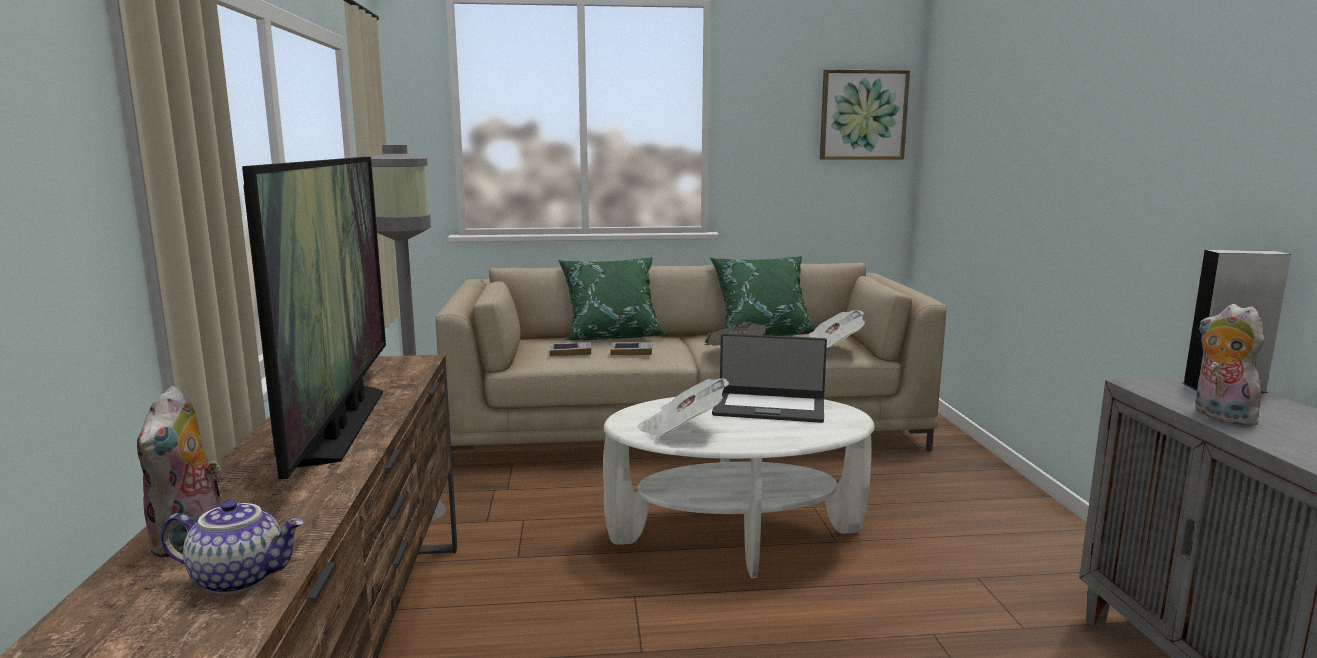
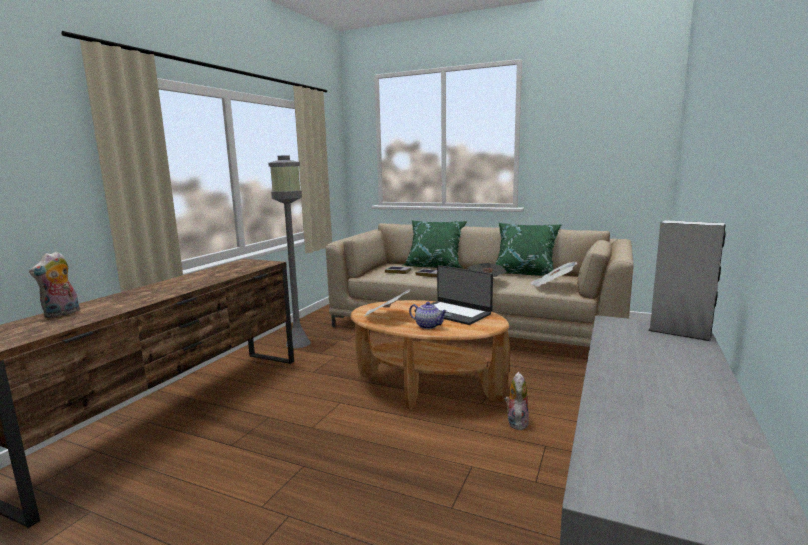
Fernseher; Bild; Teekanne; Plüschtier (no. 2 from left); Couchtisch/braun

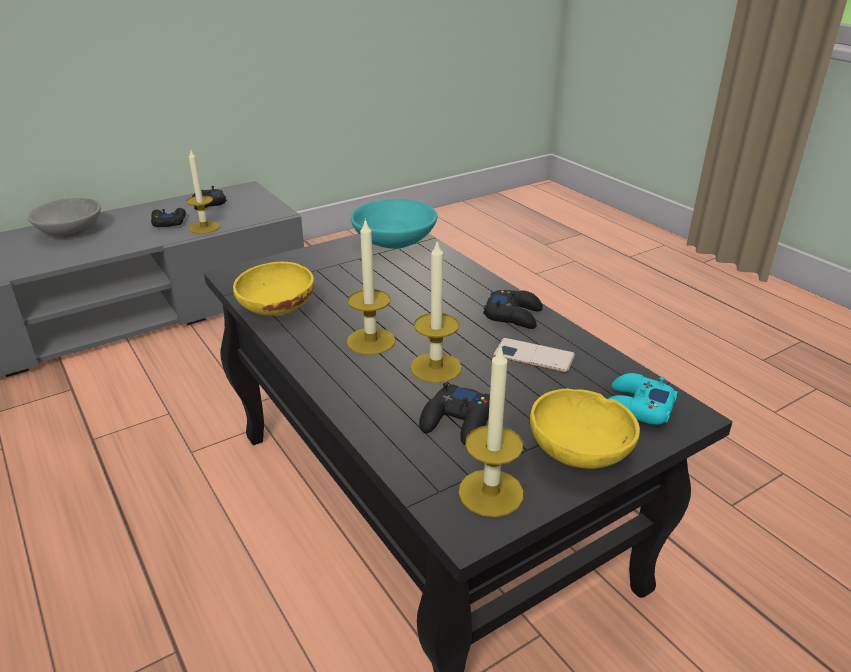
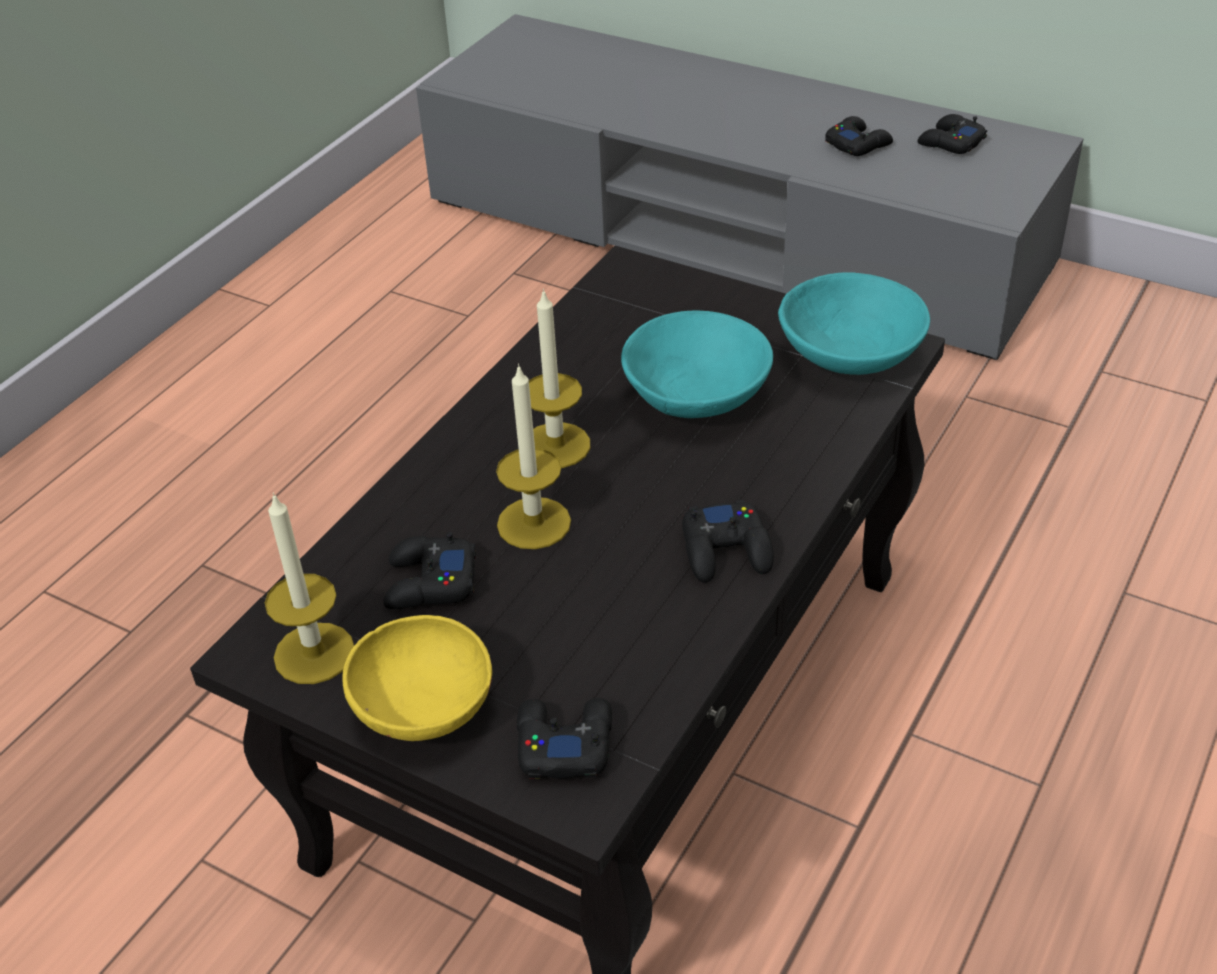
Schüssel/grau; Kerze (no. 1 from left in the first image); Schüssel/gelb (no. 1 from left in the first image); Handy; Schüssel/türkis (no. 1 from left); Gamepad/schwarz (no. 2 from left)

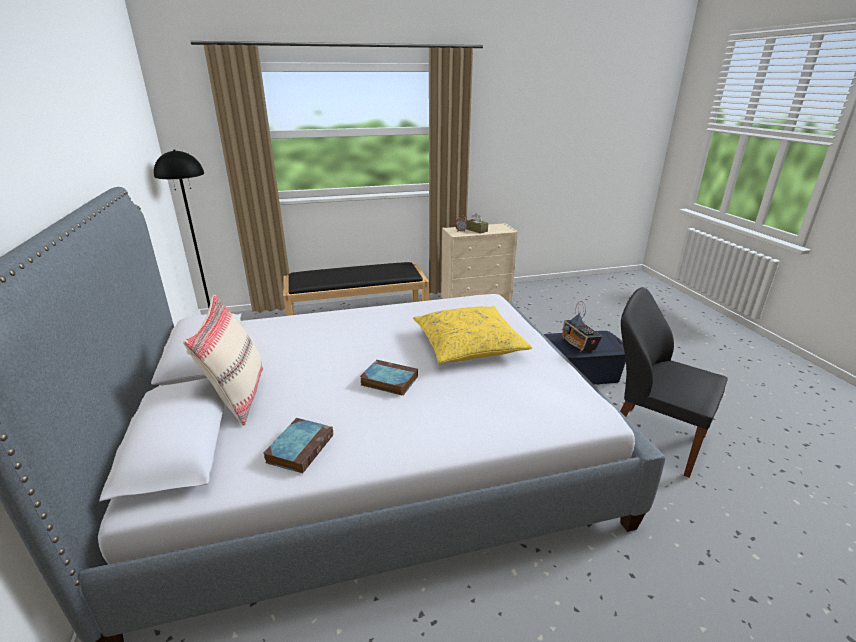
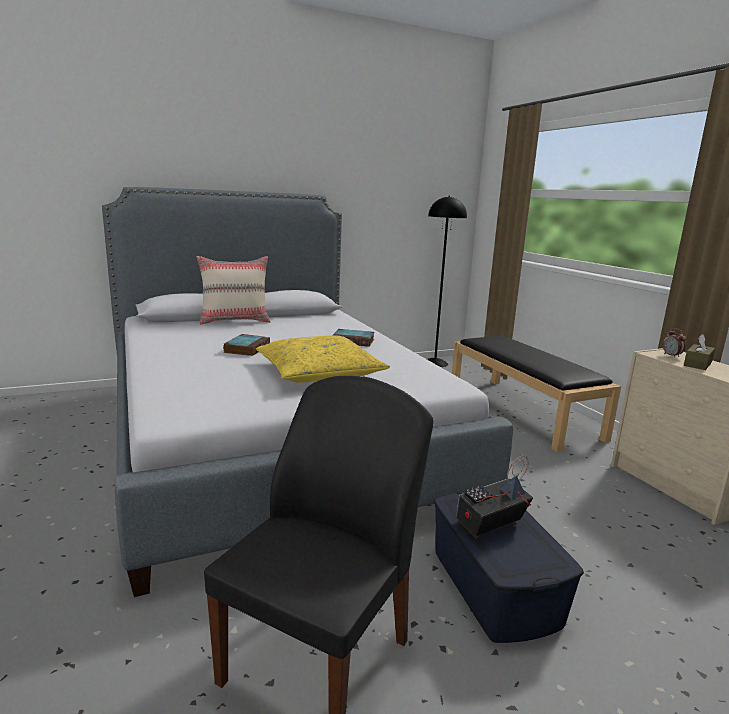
Buch (no. 2 from left)

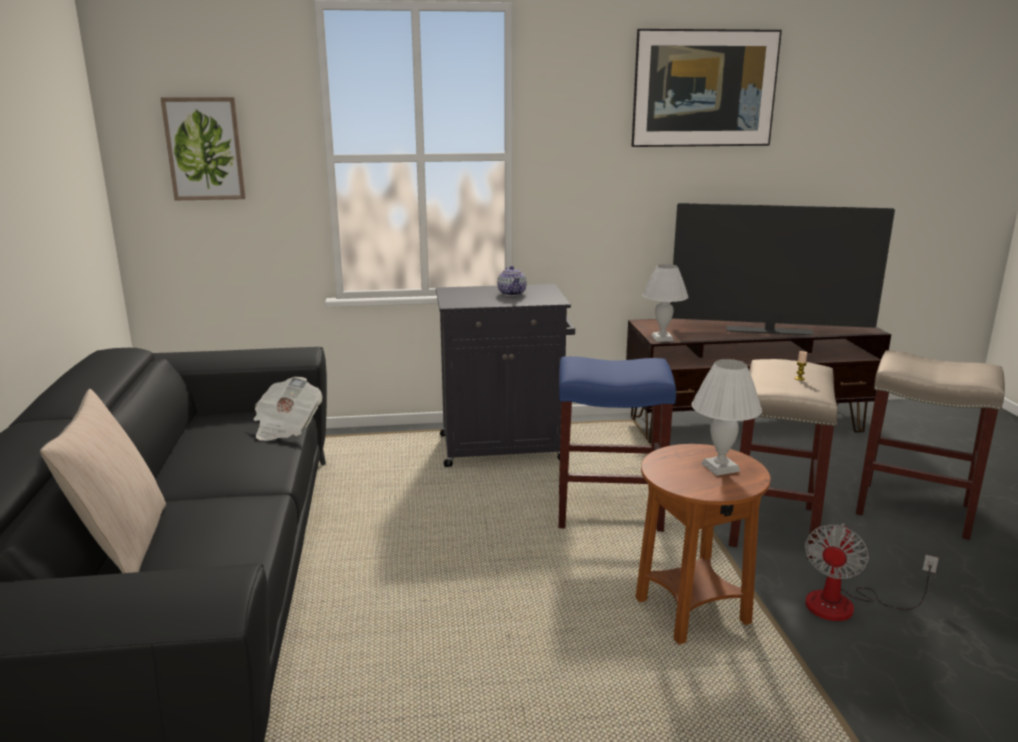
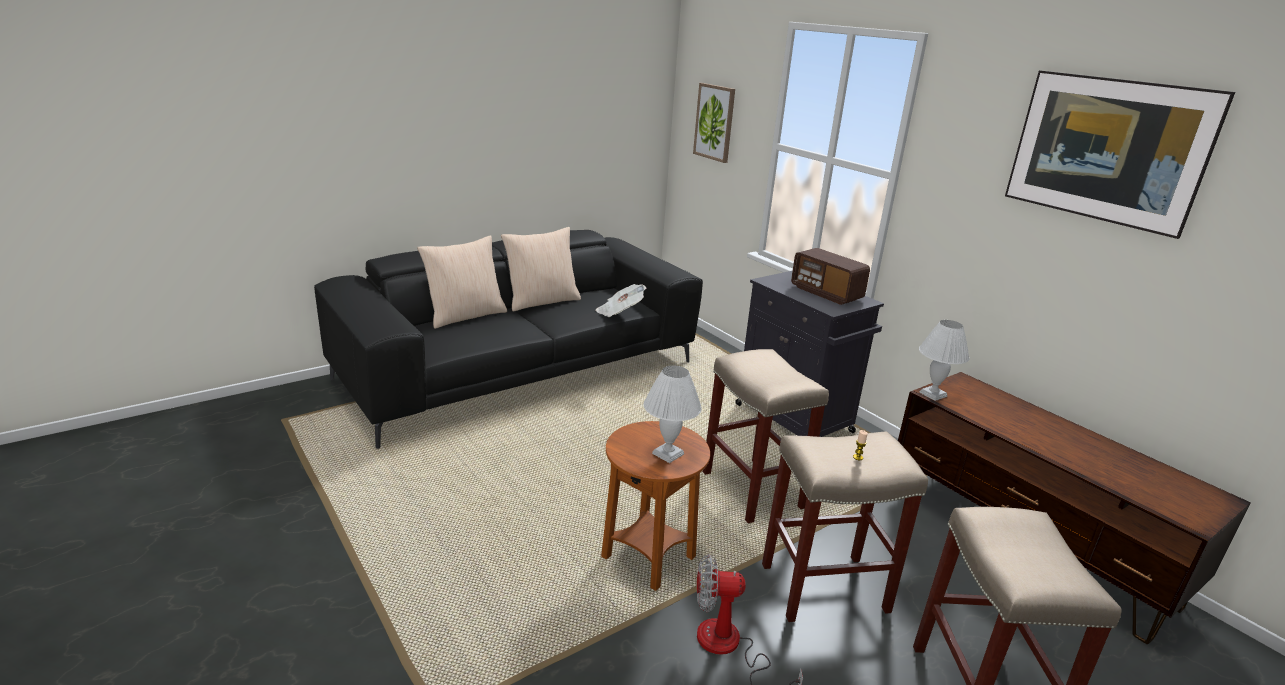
Fernseher; Kissen/beige (no. 2 from left); Radio; Hocker/beige (no. 1 from left)

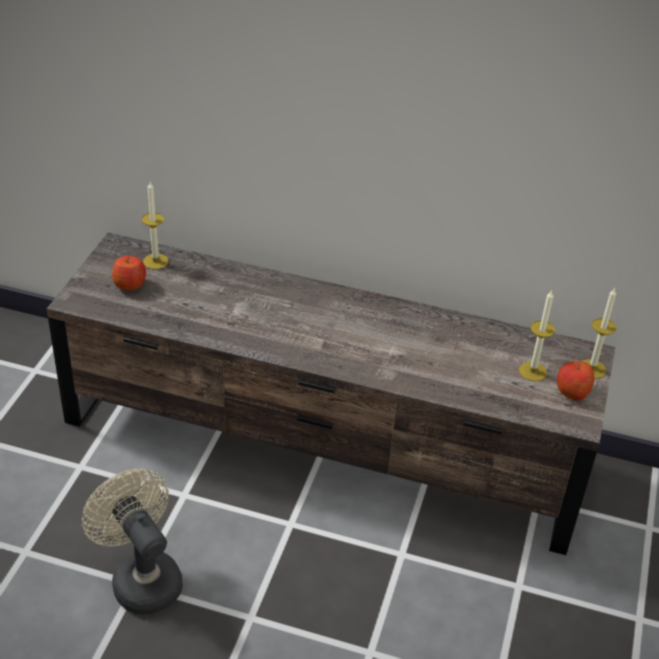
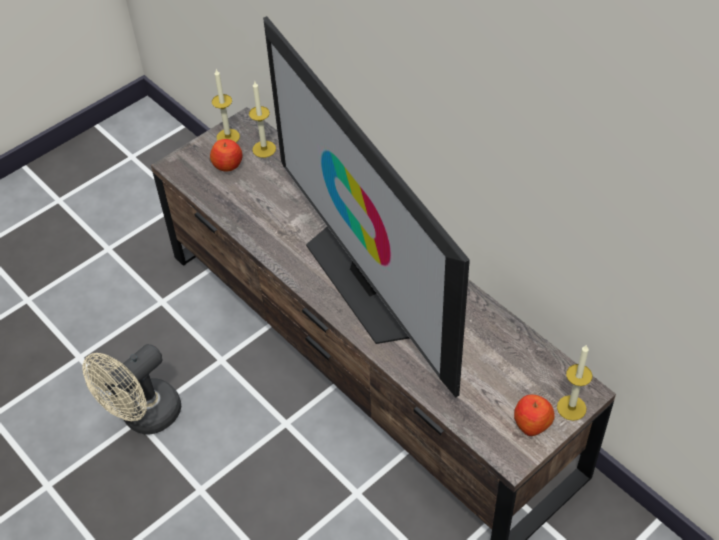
Fernseher; Kerze (no. 1 from left); Ventilator/beige

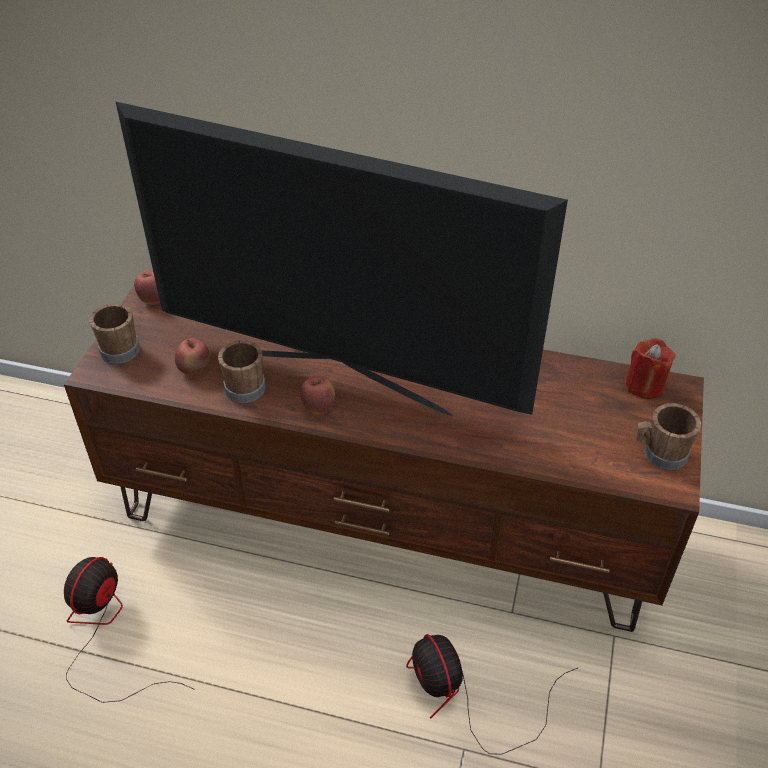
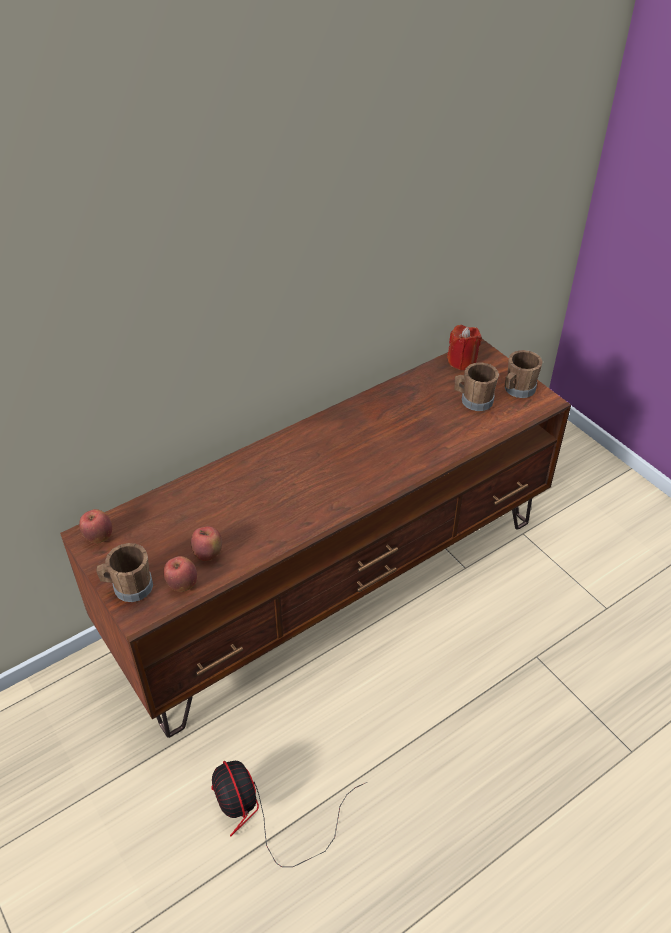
Fernseher; Ventilator (no. 2 from left in the first image); Henkelbecher/braun (no. 2 from left); Apfel (no. 2 from left)

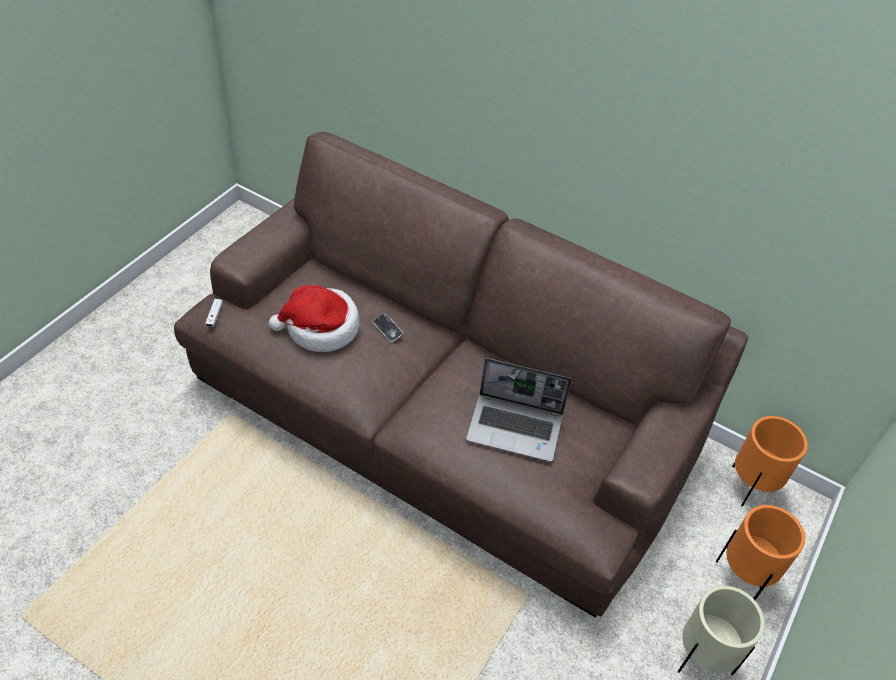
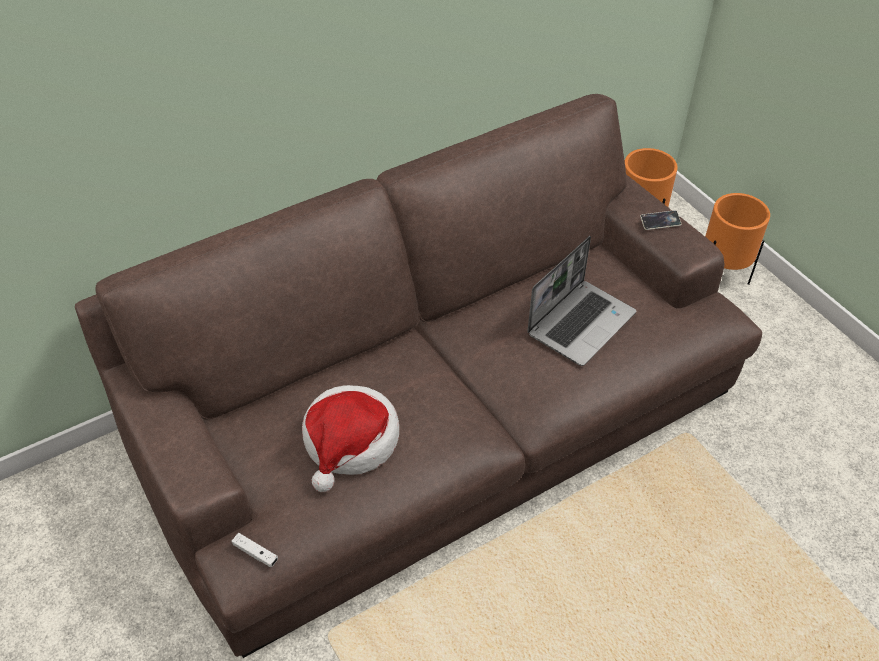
Pflanzkübel/beige; Handy

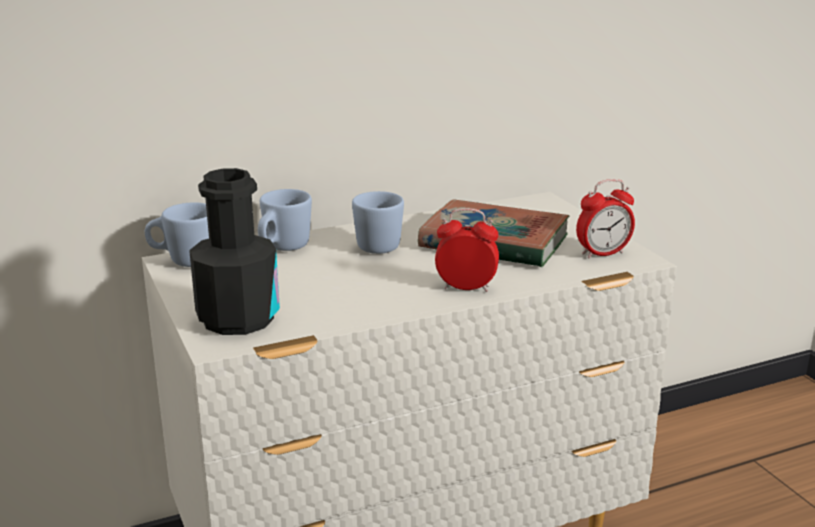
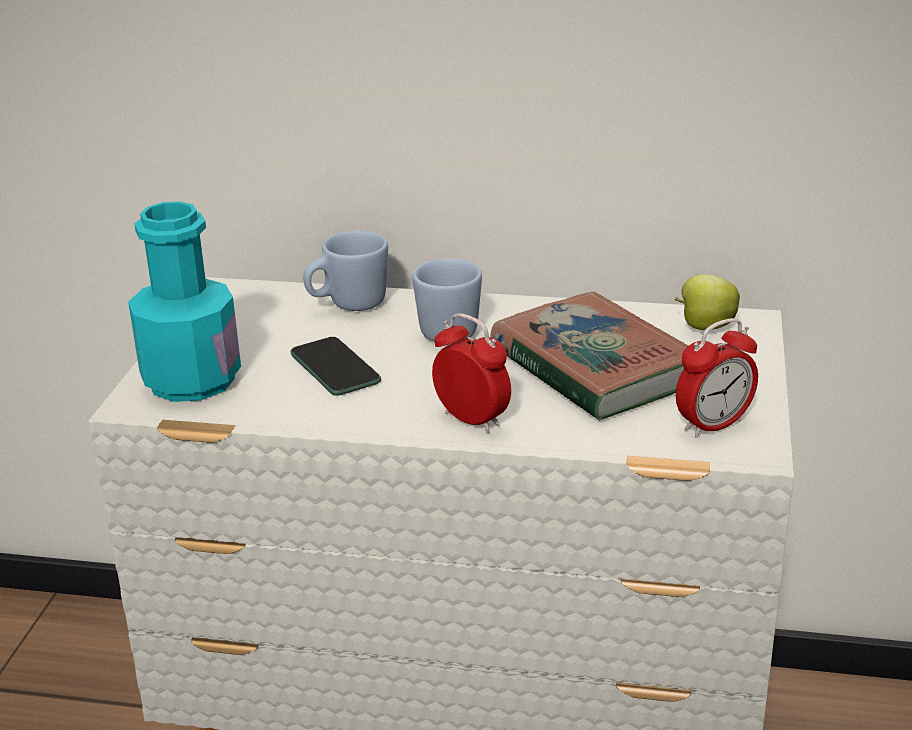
Henkelbecher/blau (no. 1 from left in the first image); Handy; Apfel; Flasche/türkis; Wecker (no. 2 from left)

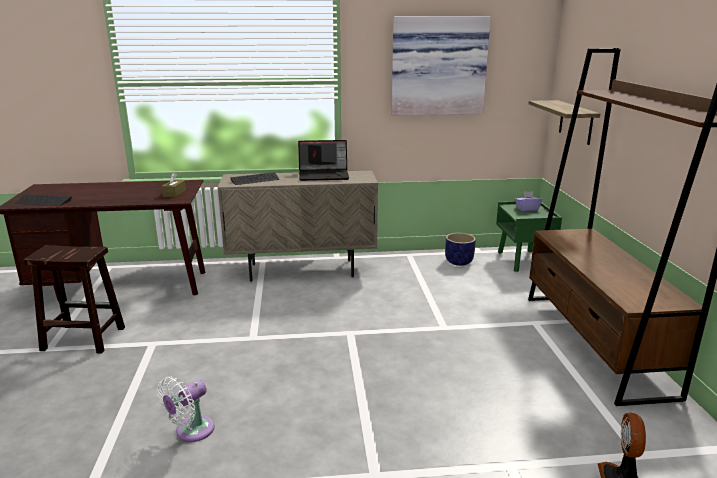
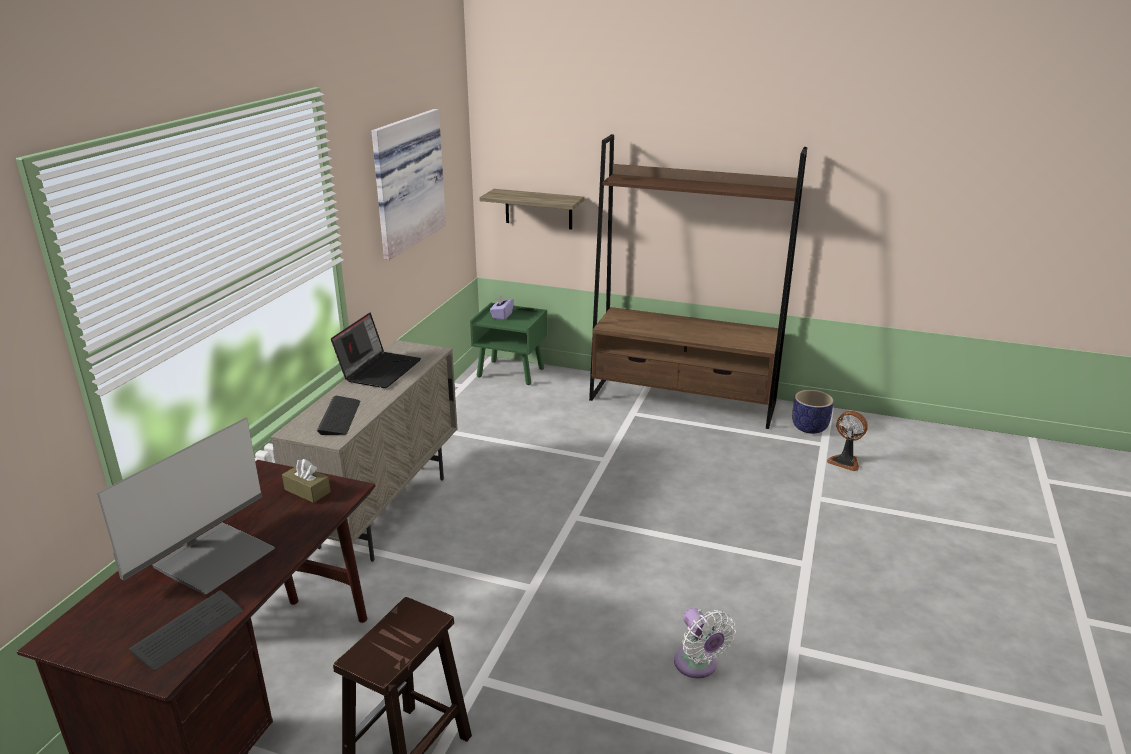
Monitor; Pflanzkübel

